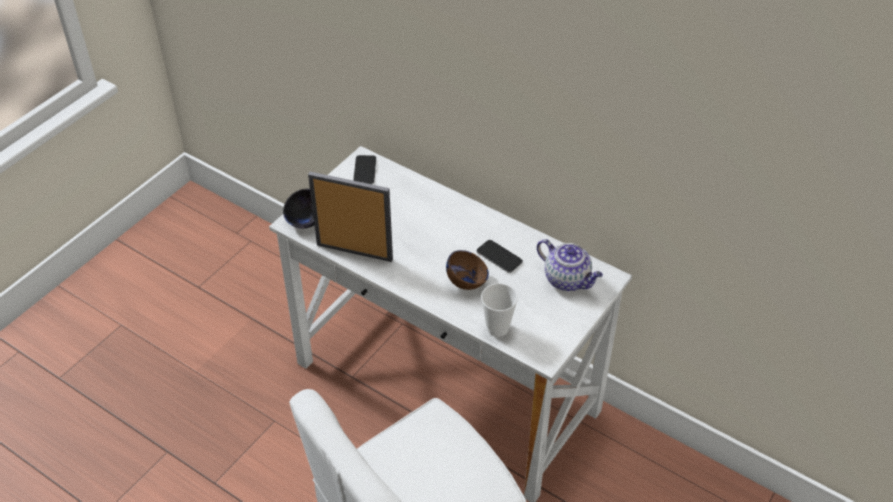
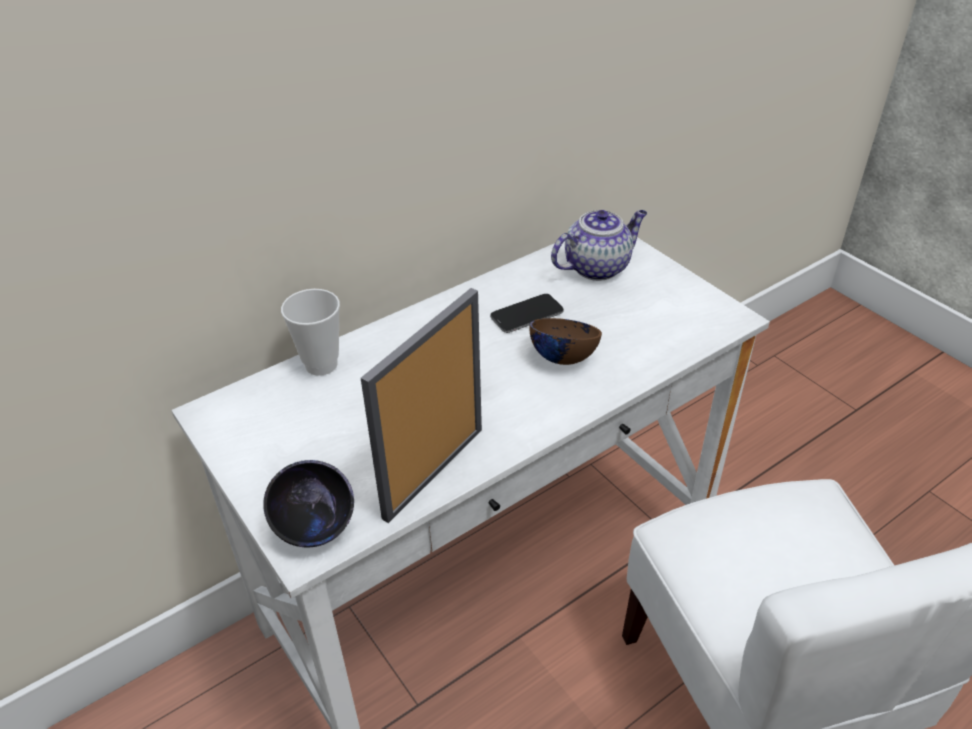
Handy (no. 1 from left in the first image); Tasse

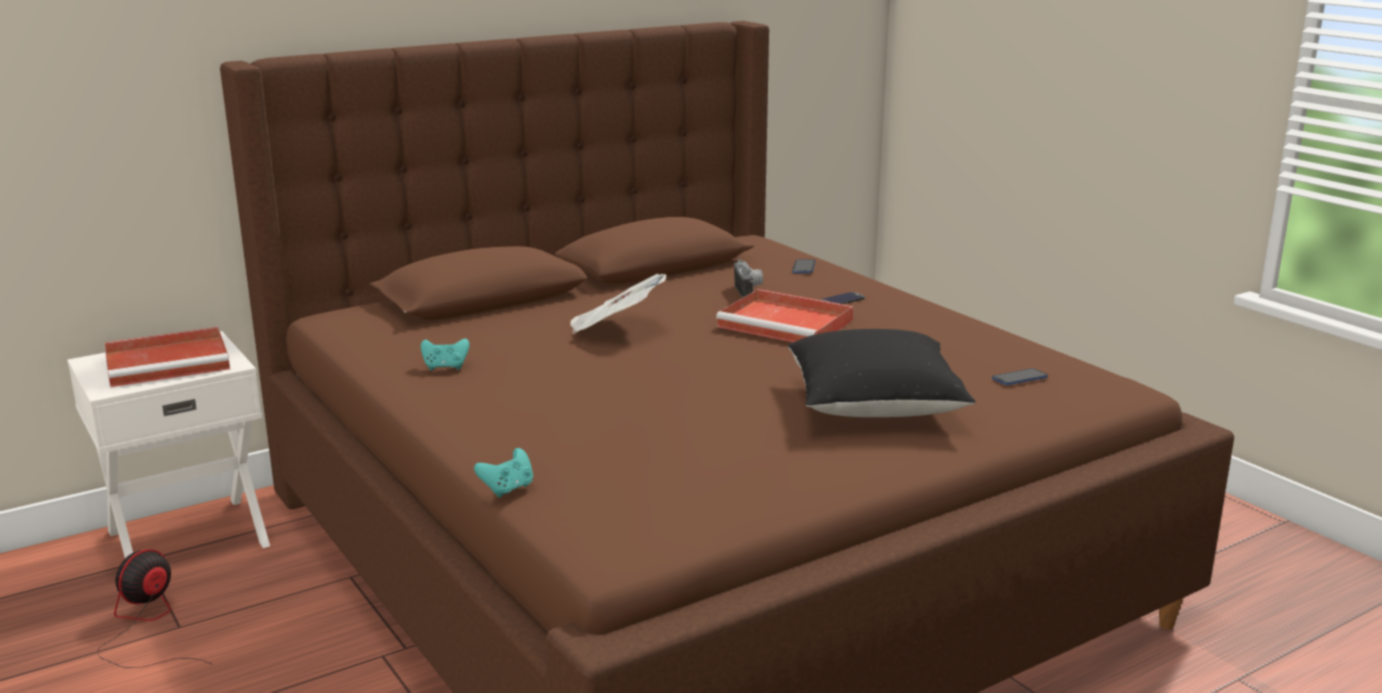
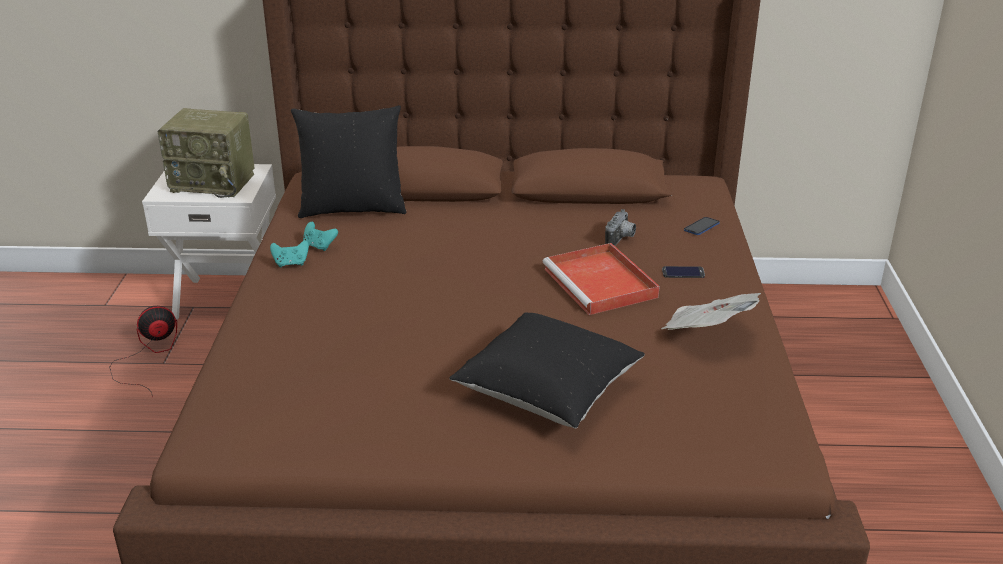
Handy (no. 3 from left in the first image); Kissen/schwarz (no. 1 from left); Gamepad/türkis (no. 1 from left); Zeitung; Radio

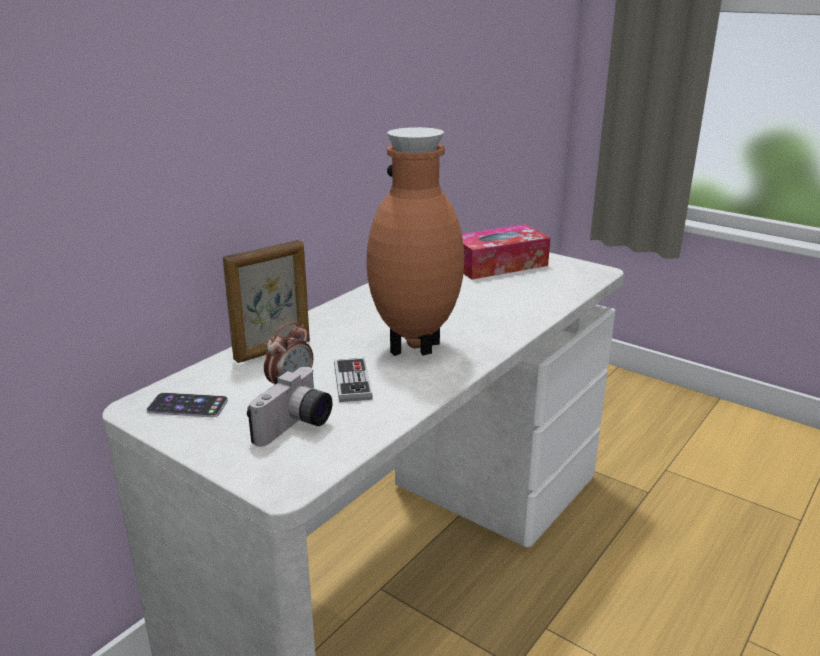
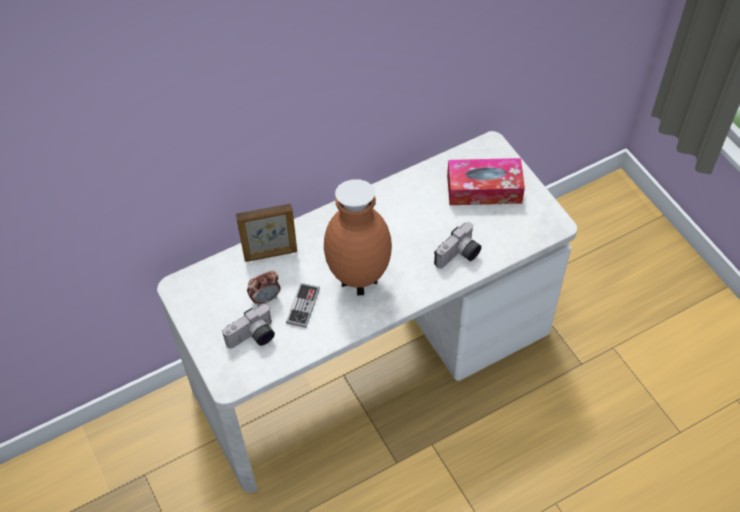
Handy; Kamera (no. 2 from left)

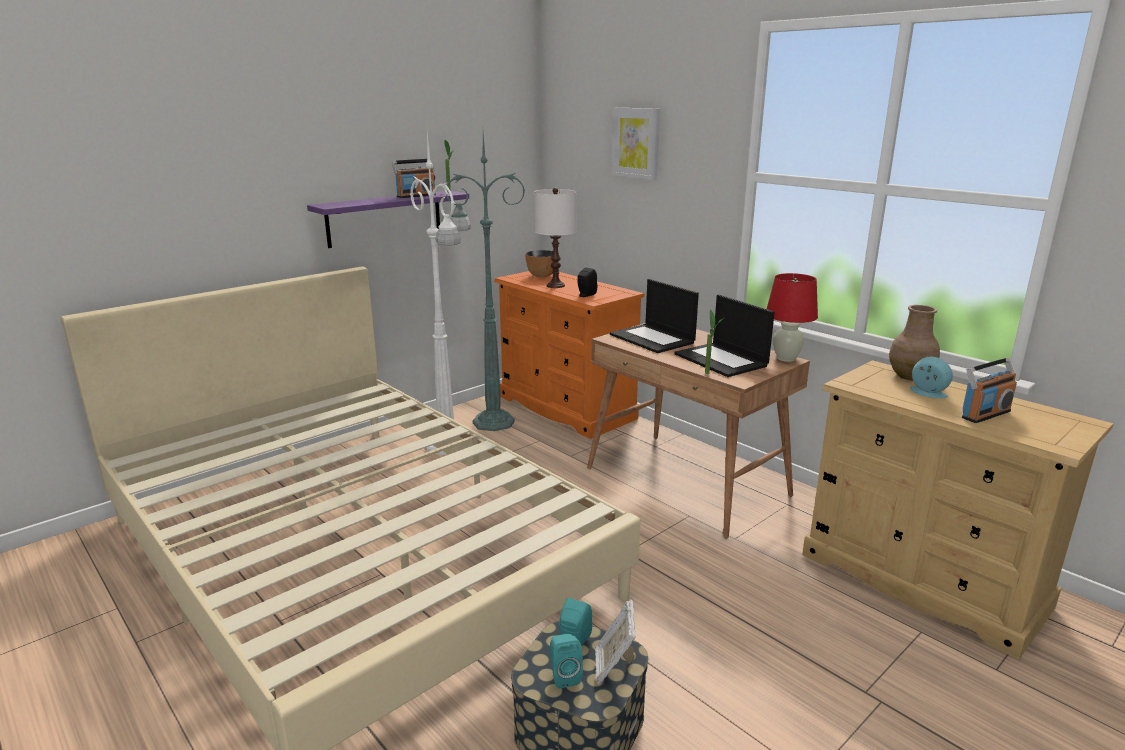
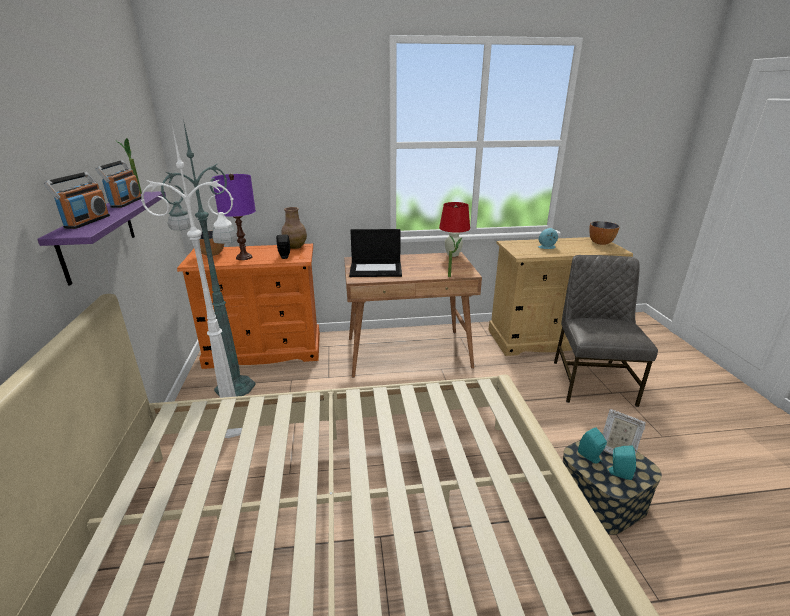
Bild; Laptop (no. 2 from left in the first image); Stuhl/grau; Schüssel (no. 2 from left); Vase/braun; Radio (no. 1 from left); Tischlampe/lila

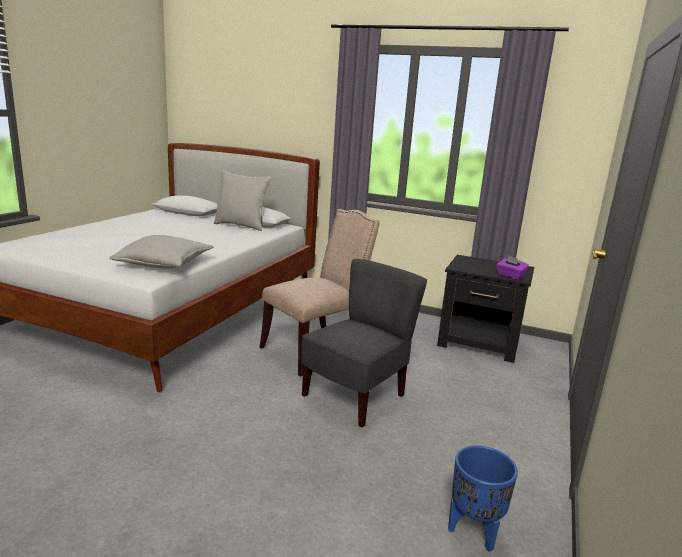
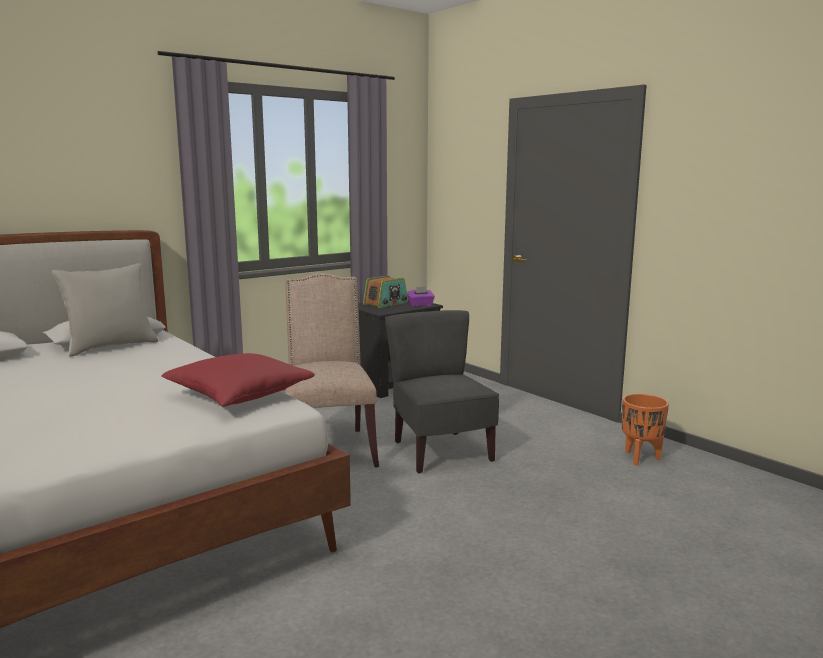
Radio; Kissen/rot; Pflanzkübel/orange

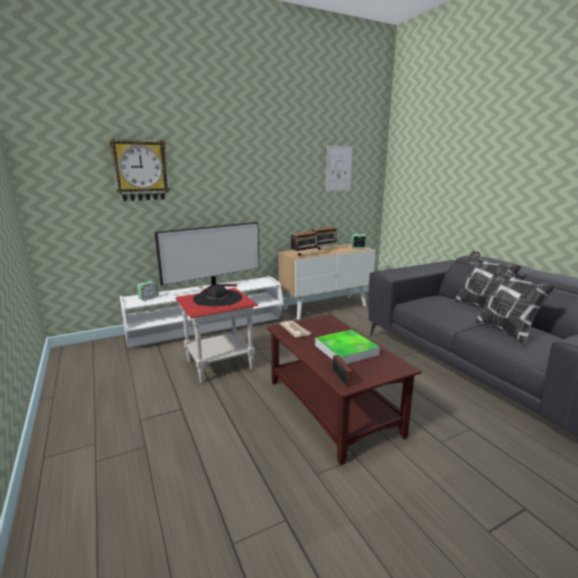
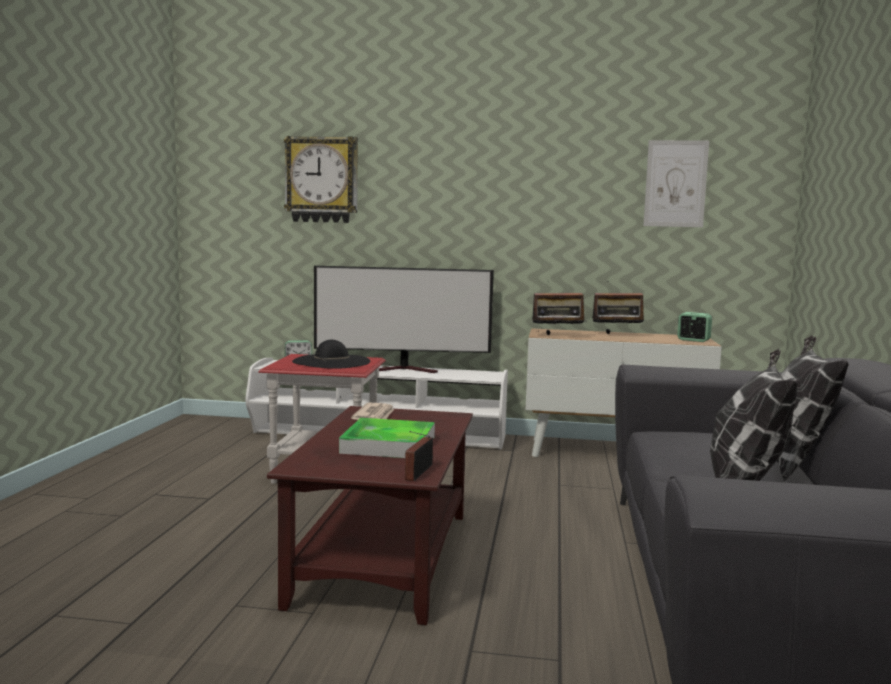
Radio (no. 1 from left)

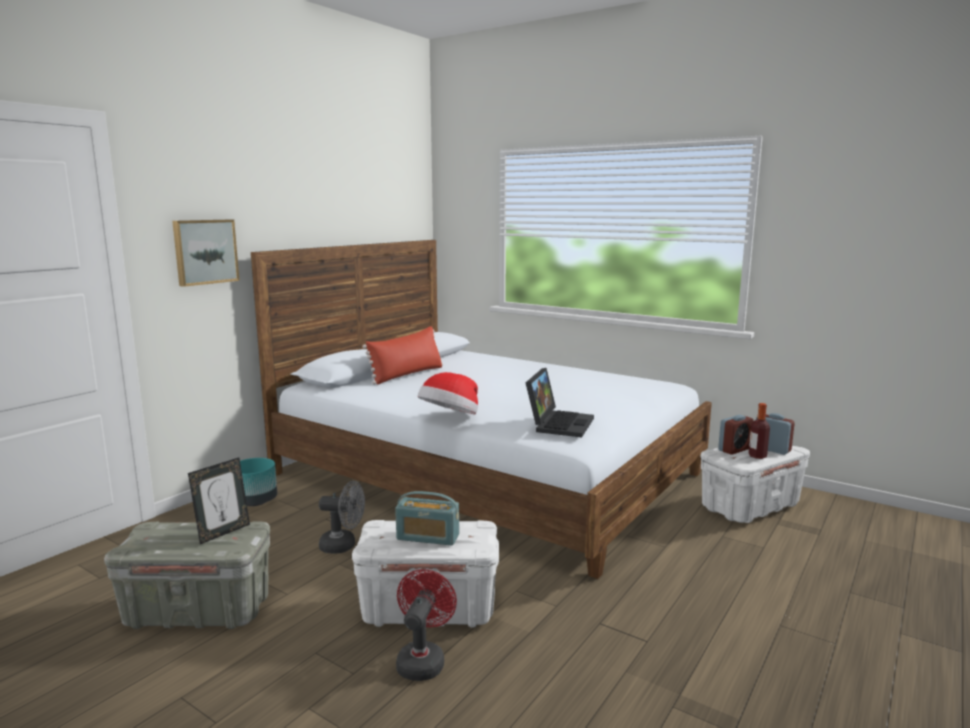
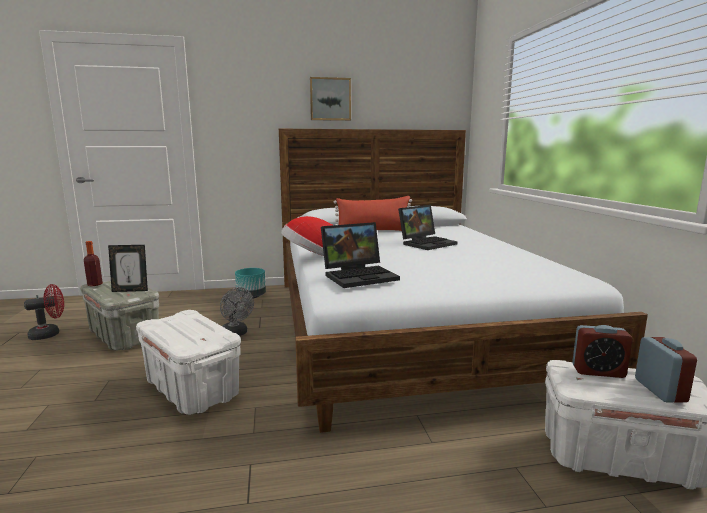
Radio; Laptop (no. 2 from left); Bild; Ventilator/rot; Flasche

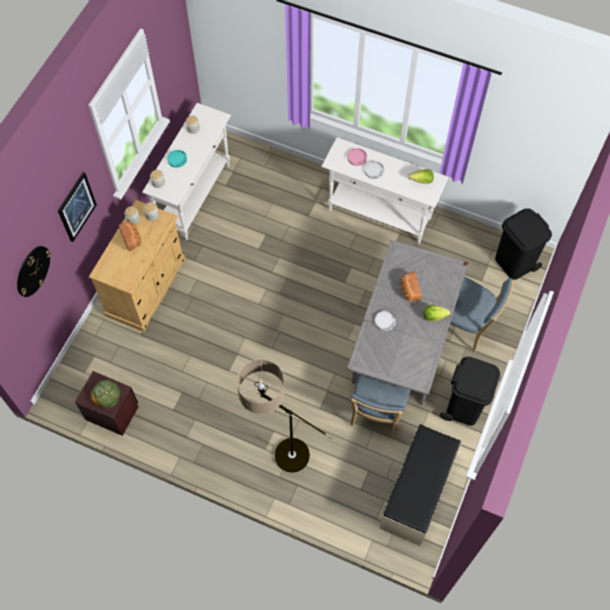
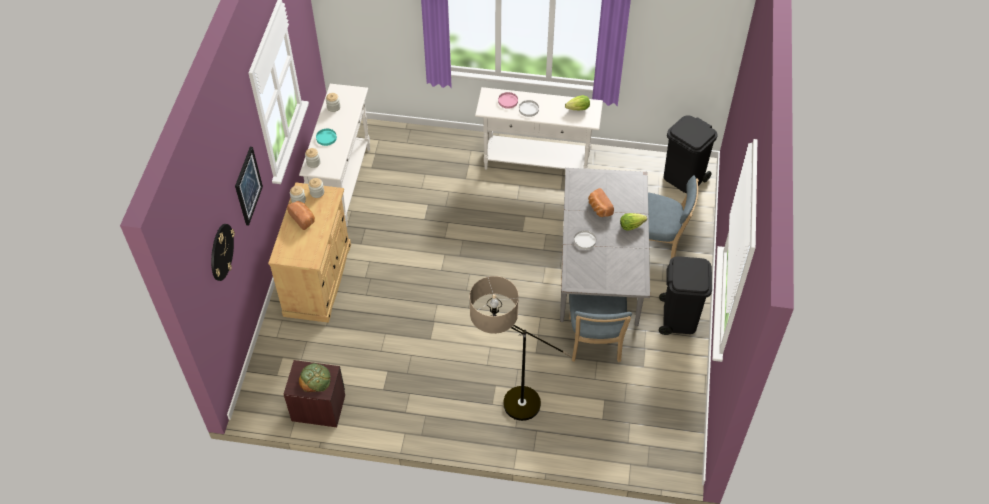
Bank/beige

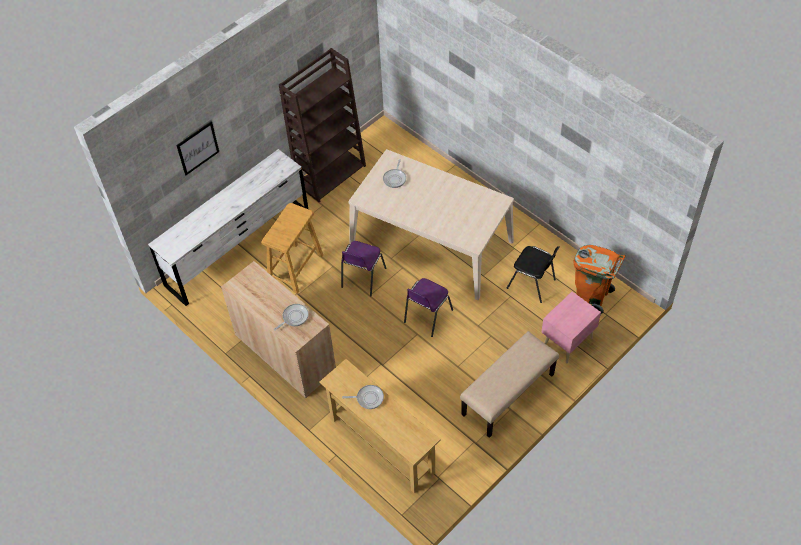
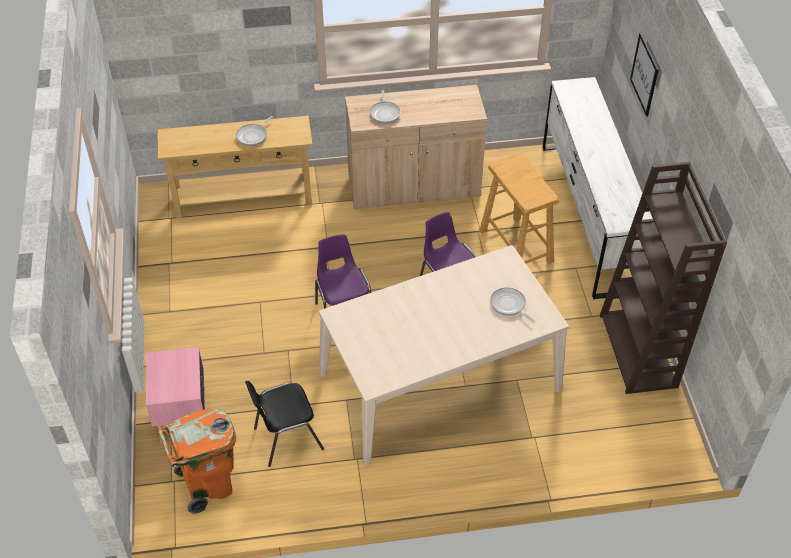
Bank/beige

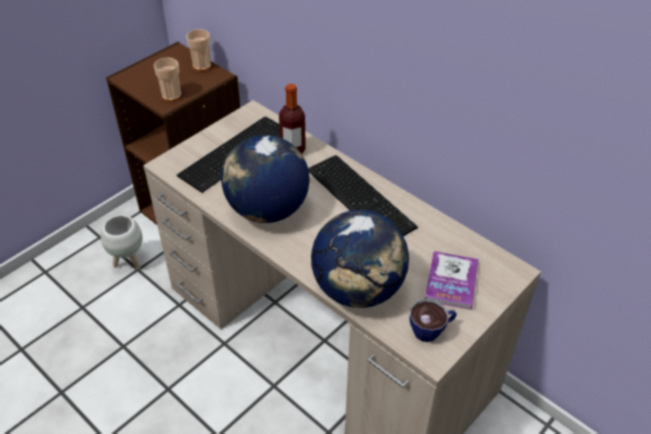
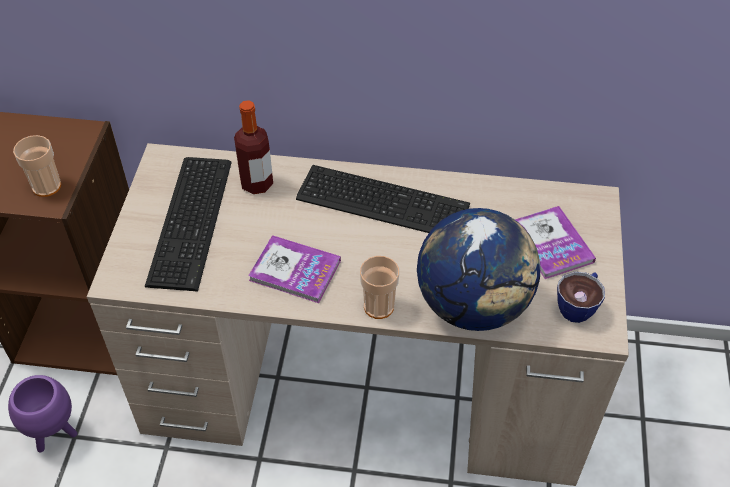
Tasse (no. 2 from left); Buch (no. 1 from left); Pflanzkübel/lila

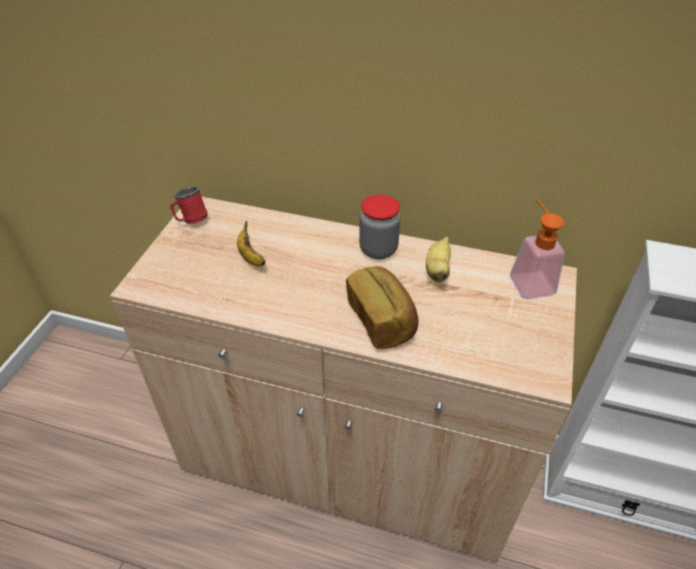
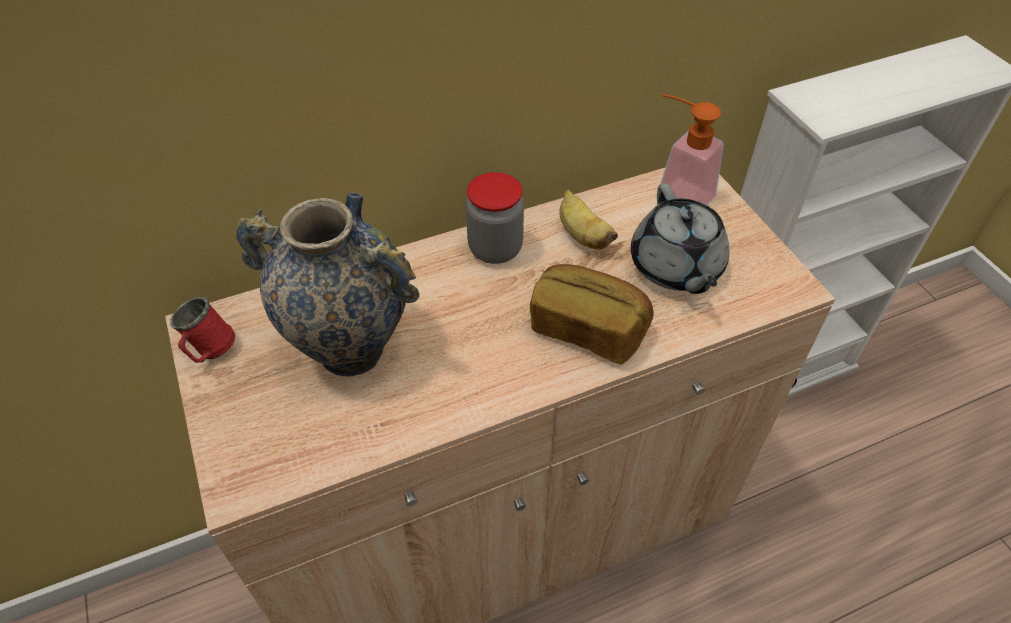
Teekanne/grau; Vase

